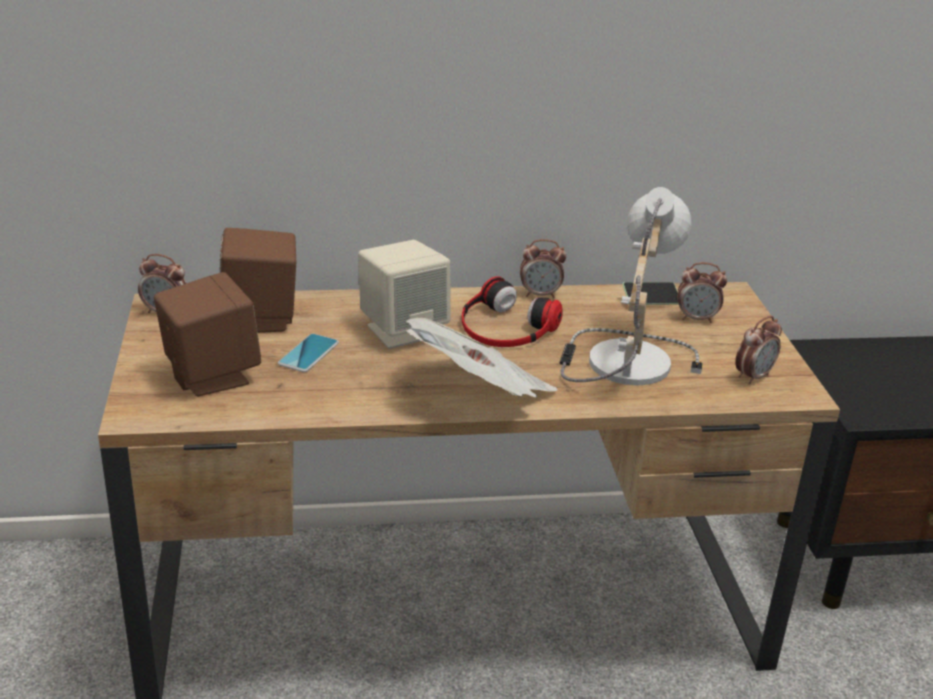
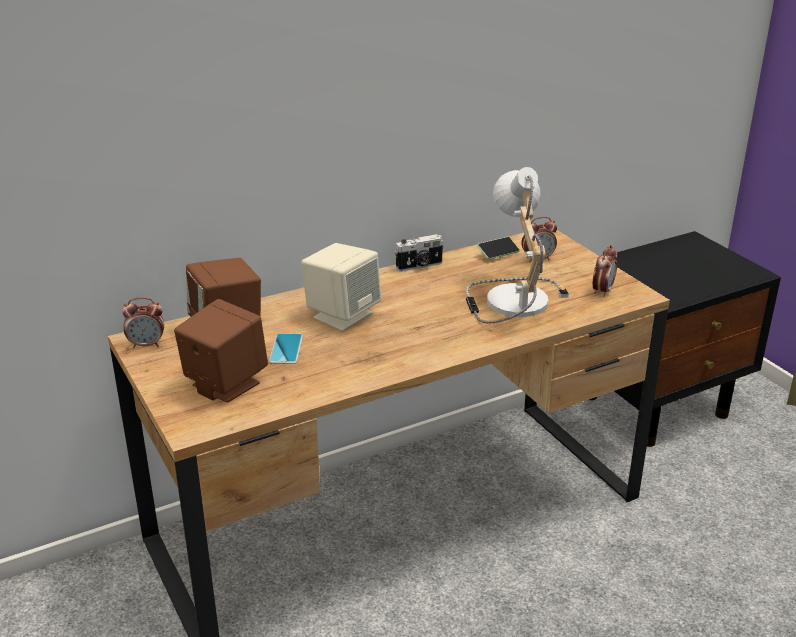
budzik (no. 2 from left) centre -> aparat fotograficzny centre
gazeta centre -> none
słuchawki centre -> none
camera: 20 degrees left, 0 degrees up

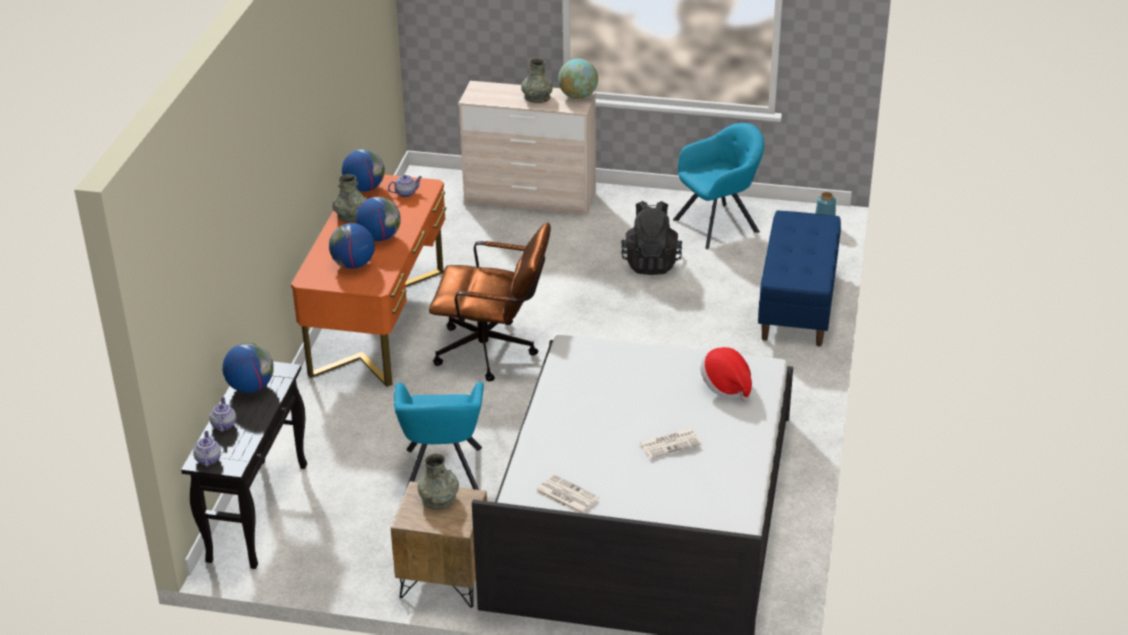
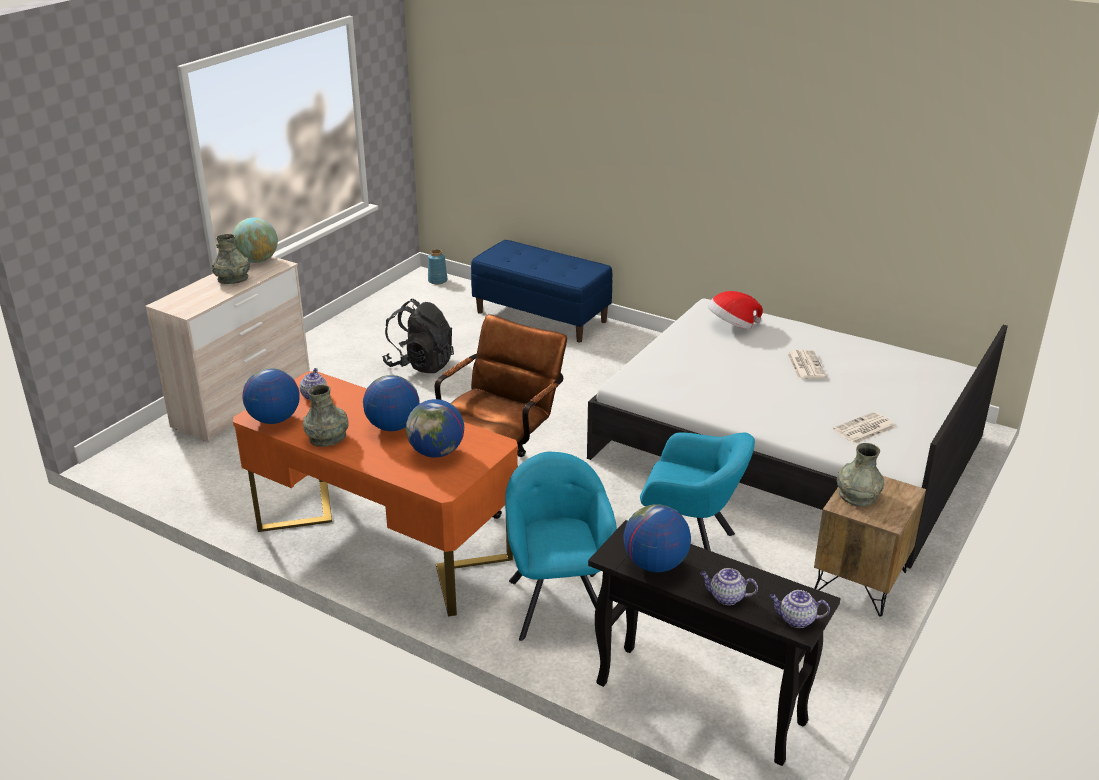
fotel/turkusowy (no. 2 from left in the first image) top centre -> fotel/turkusowy (no. 1 from left) bottom centre, relocated
camera: 70 degrees left, 5 degrees down

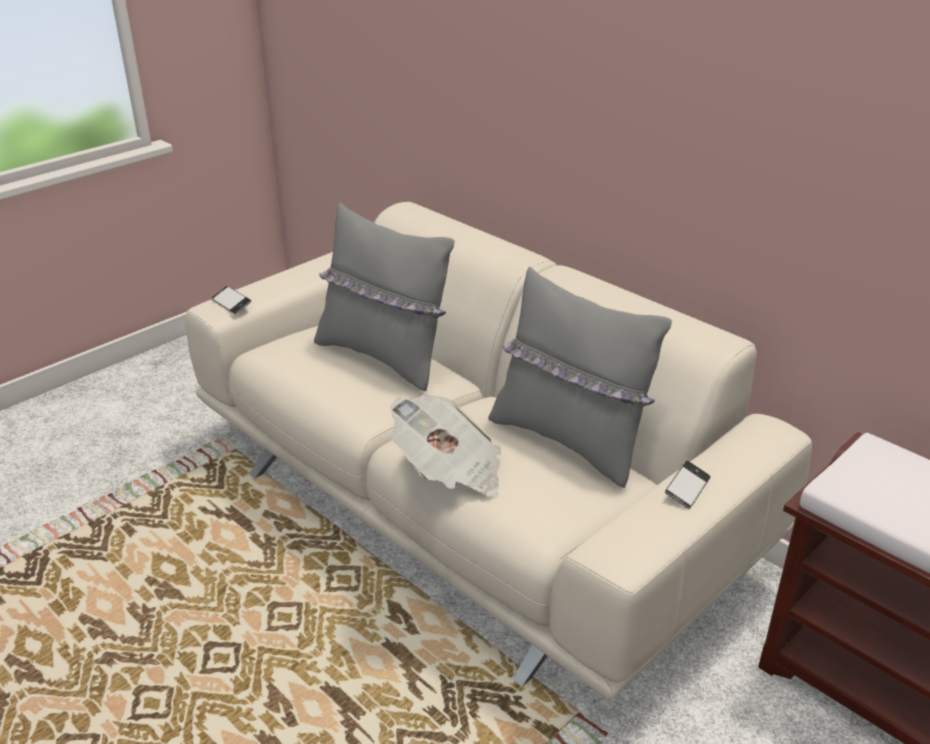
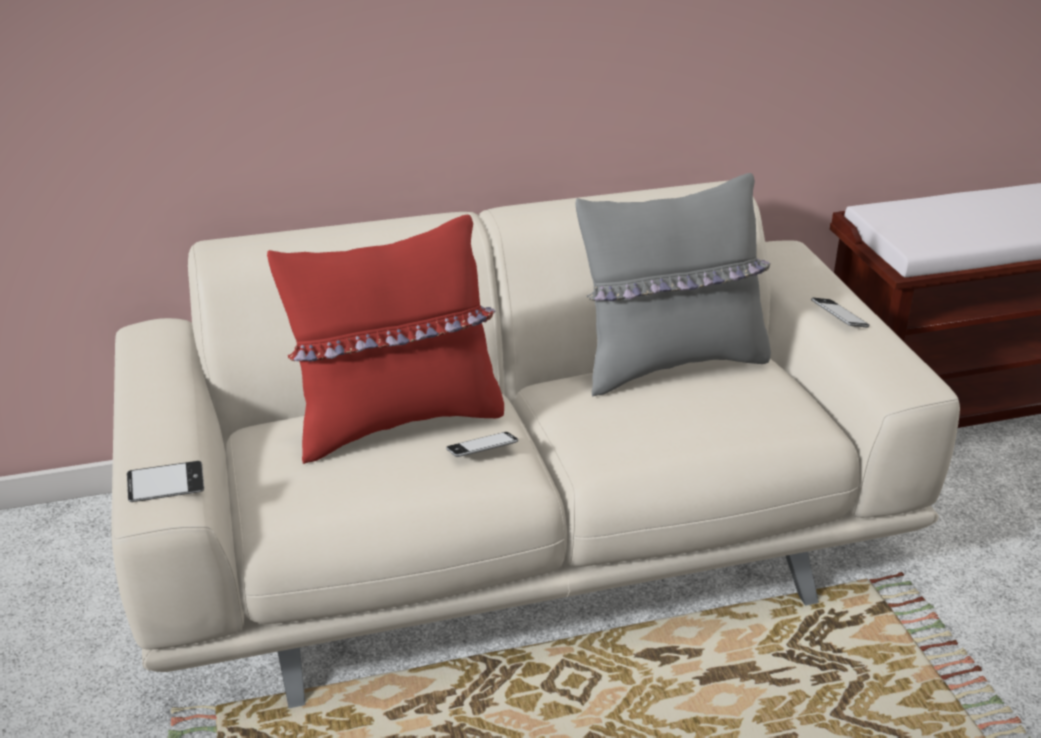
poduszka/szary (no. 1 from left) centre -> poduszka/czerwony centre
none -> telefon (no. 2 from left) centre
gazeta centre -> none
camera: 60 degrees left, 0 degrees up

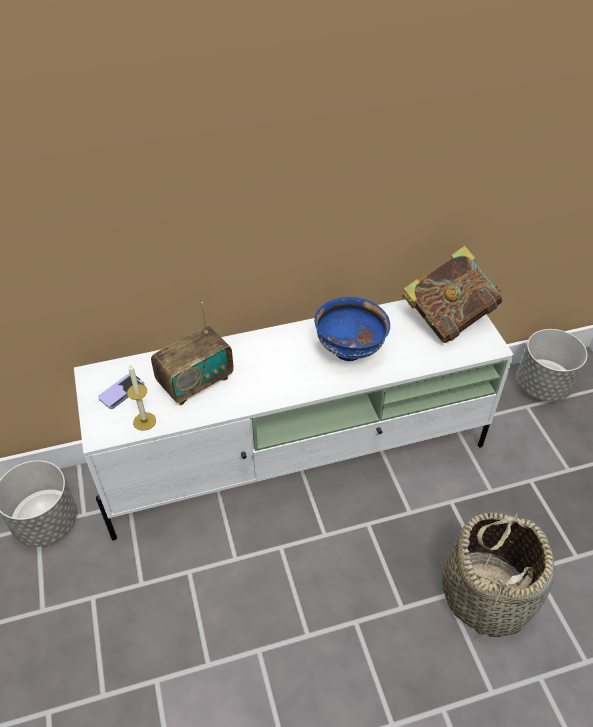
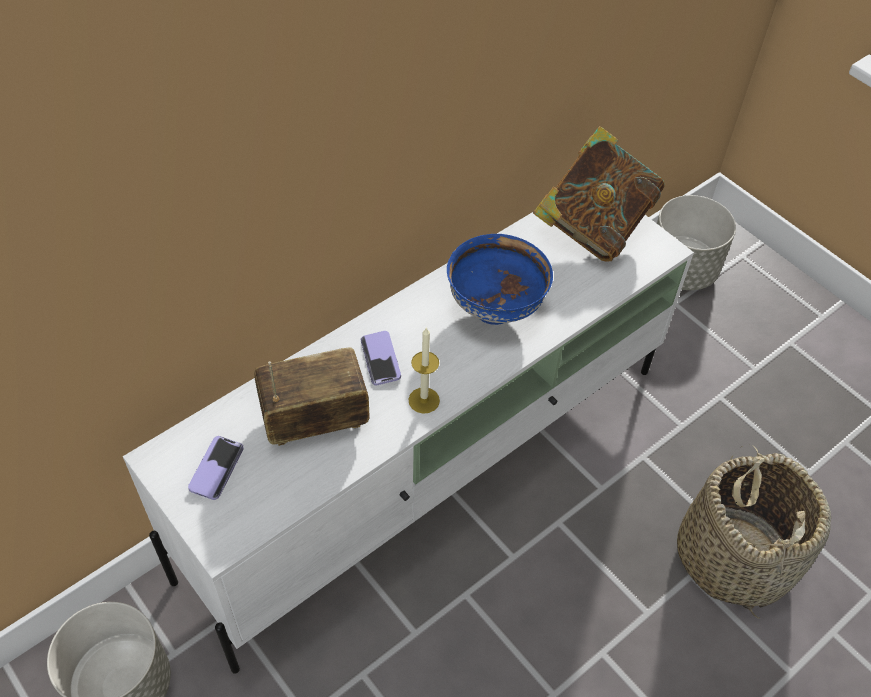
radio middle left -> radio centre, 135 degrees counterclockwise
none -> telefon (no. 2 from left) centre
świeca middle left -> świeca centre, relocated
camera: 25 degrees left, 5 degrees up

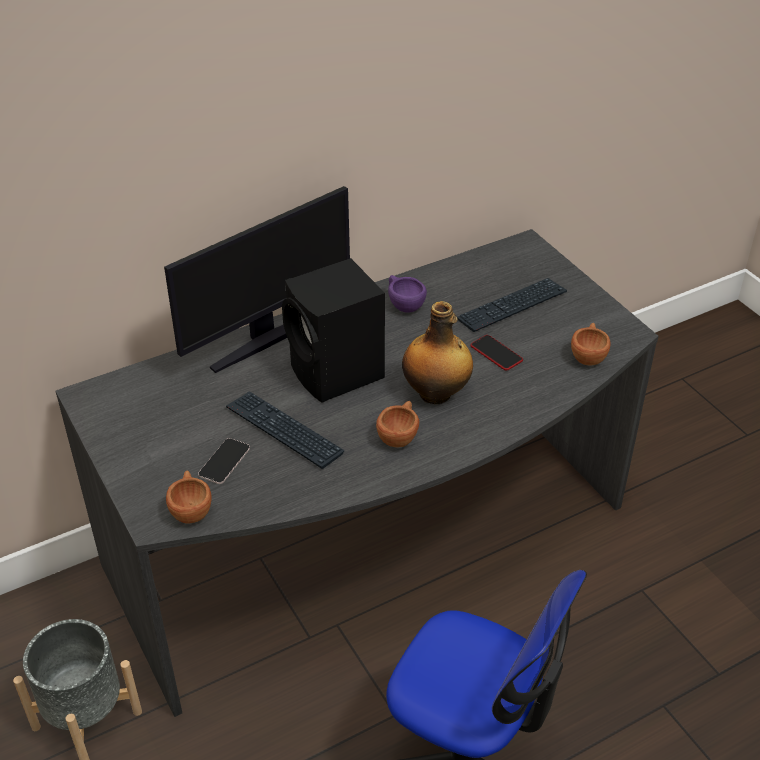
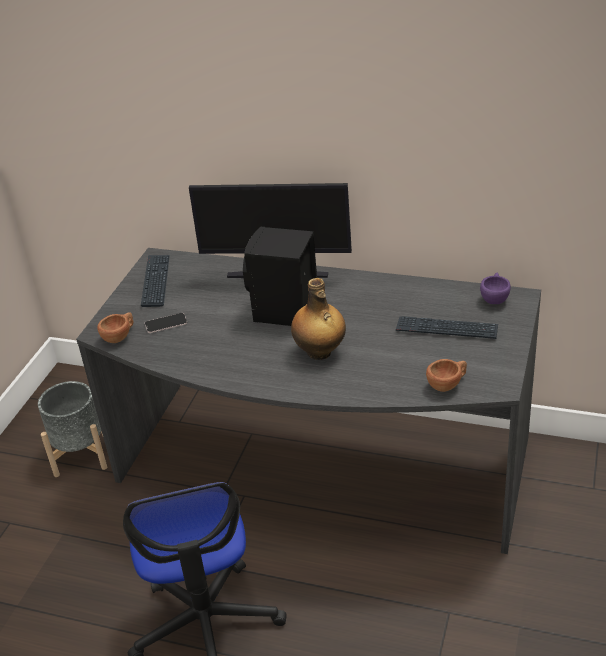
klawiatura (no. 1 from left) centre -> klawiatura (no. 1 from left) middle left, relocated
filiżanka/fioletowy centre -> filiżanka/fioletowy middle right, relocated
filiżanka/brązowy (no. 2 from left) centre -> none
telefon (no. 2 from left) centre -> none
camera: 50 degrees right, 5 degrees down

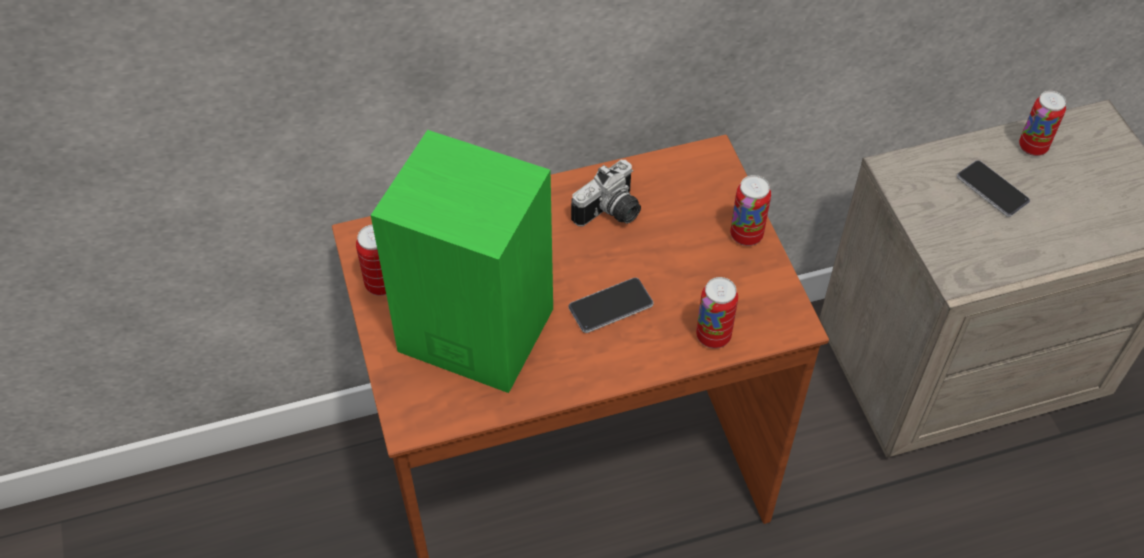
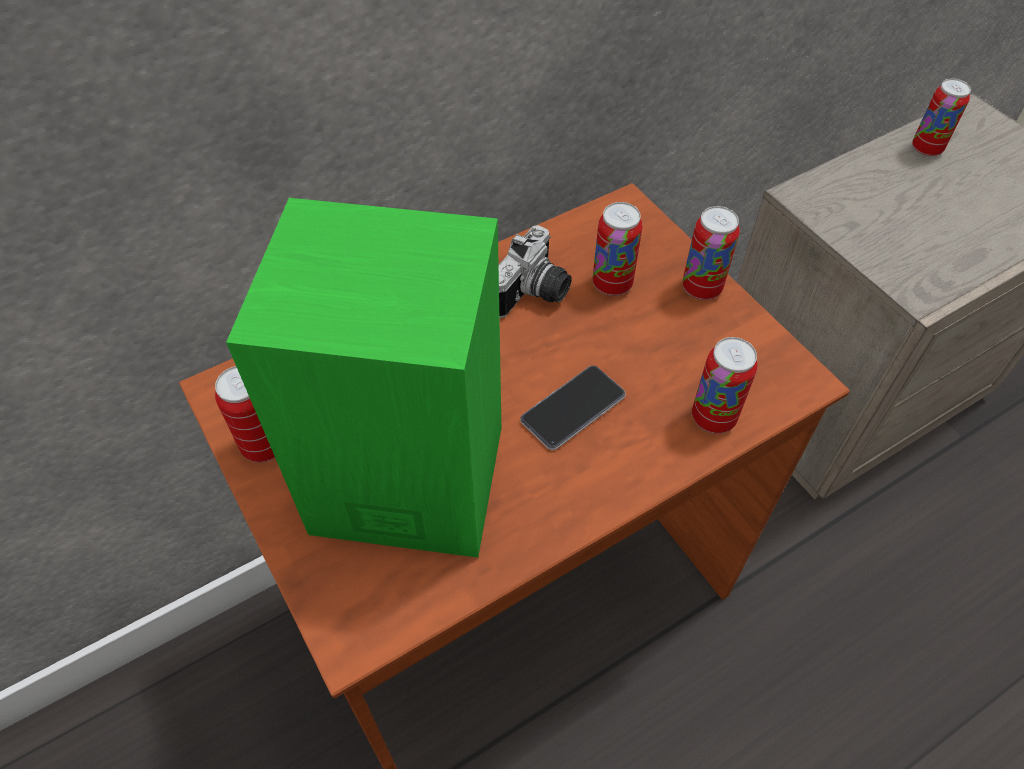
none -> puszka (no. 2 from left) top centre
telefon (no. 2 from left) middle right -> none
camera: 15 degrees left, 0 degrees up

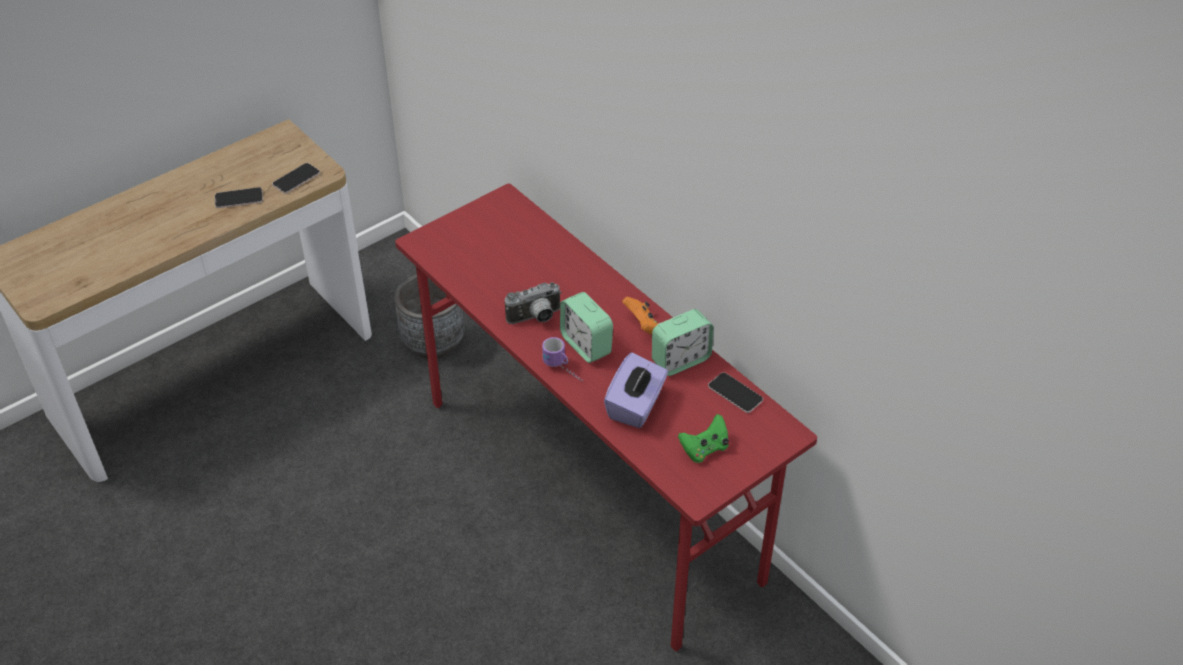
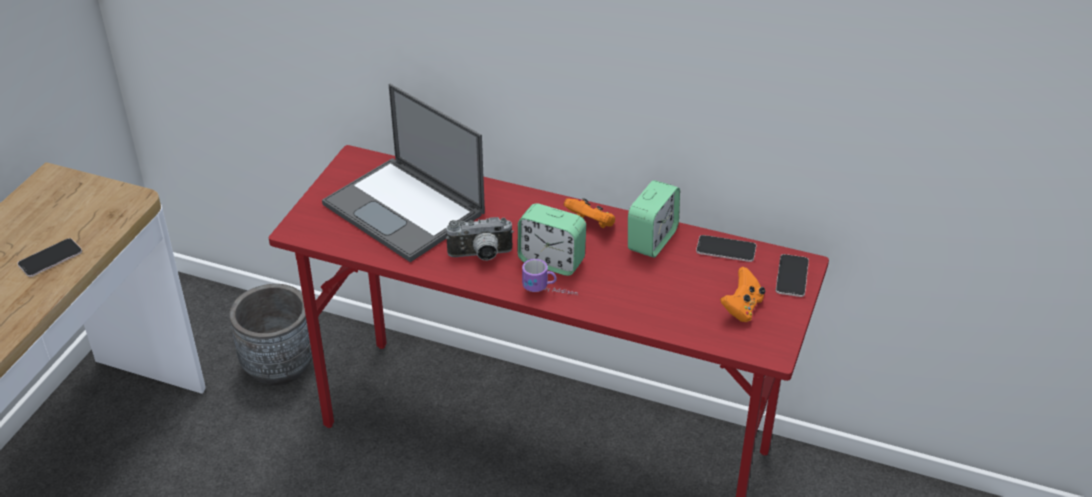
none -> laptop centre
aparat fotograficzny centre, 45 degrees clockwise
pad do gier/zielony centre -> pad do gier/pomarańczowy (no. 2 from left) middle right
telefon (no. 2 from left in the first image) top left -> telefon (no. 3 from left) middle right, relocated
pudełko chusteczek/fioletowy centre -> none
camera: 30 degrees left, 5 degrees down

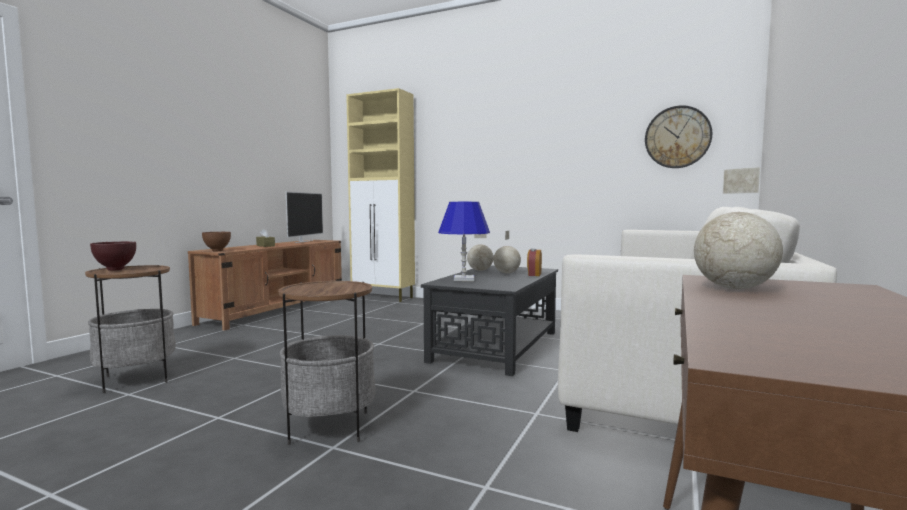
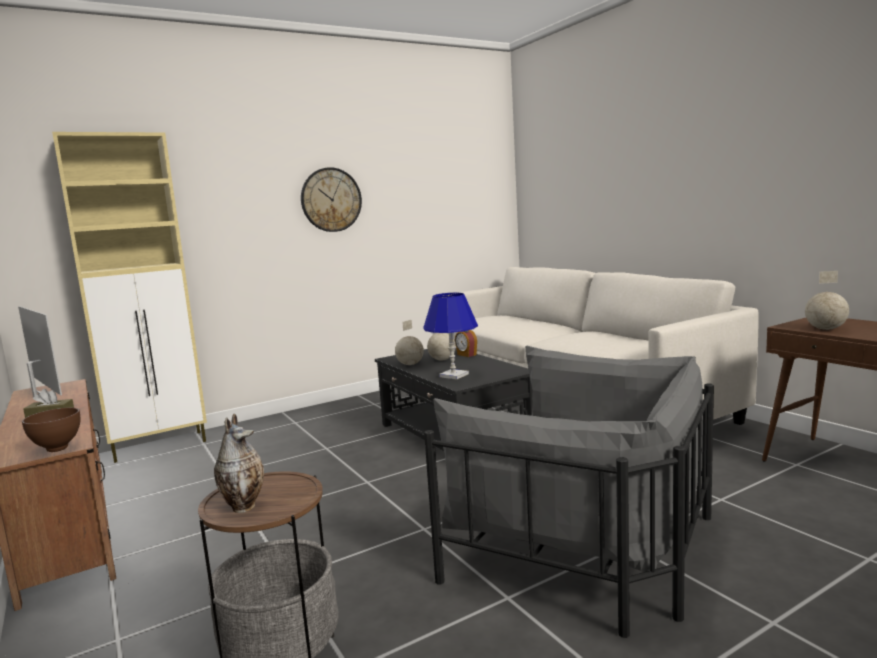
miska/brązowy (no. 1 from left) middle left -> wazon bottom left
zegar ścienny top right -> zegar ścienny top centre, relocated
stolik (no. 2 from left) bottom centre -> fotel/szary bottom centre
camera: 55 degrees left, 5 degrees up

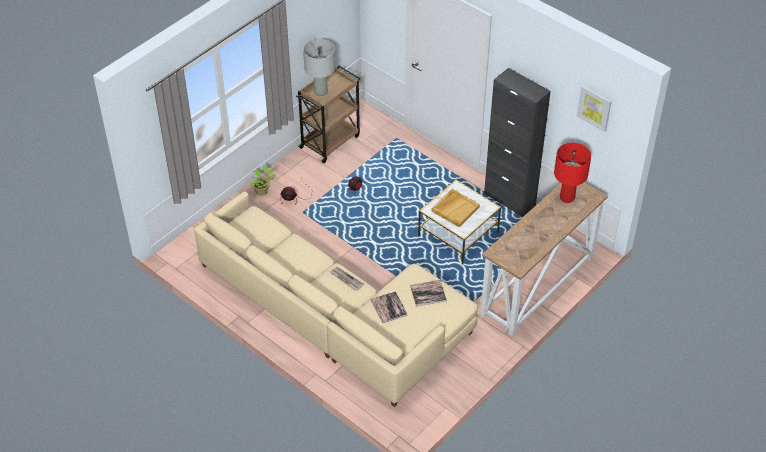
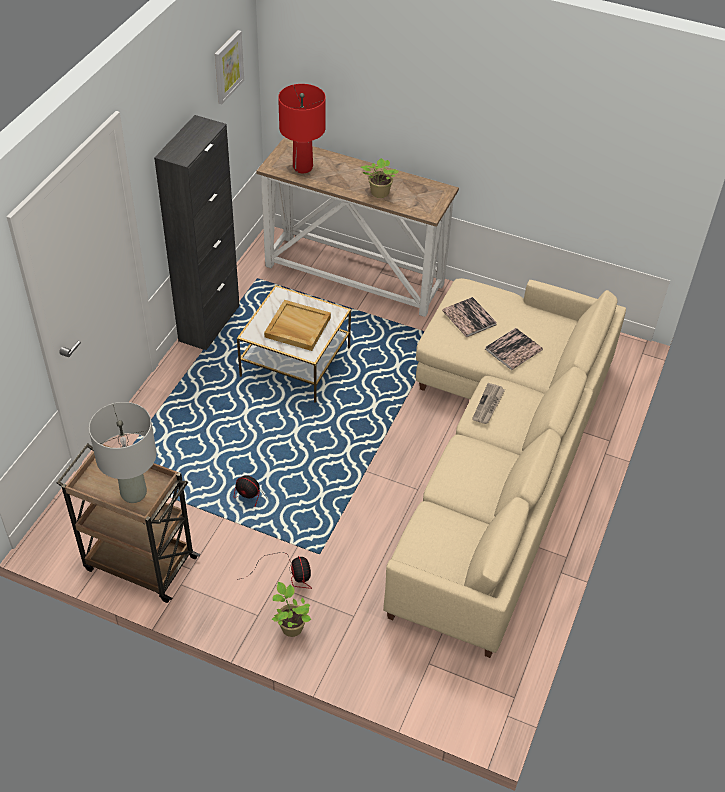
none -> roślina doniczkowa (no. 2 from left) top centre
camera: 110 degrees left, 0 degrees up

